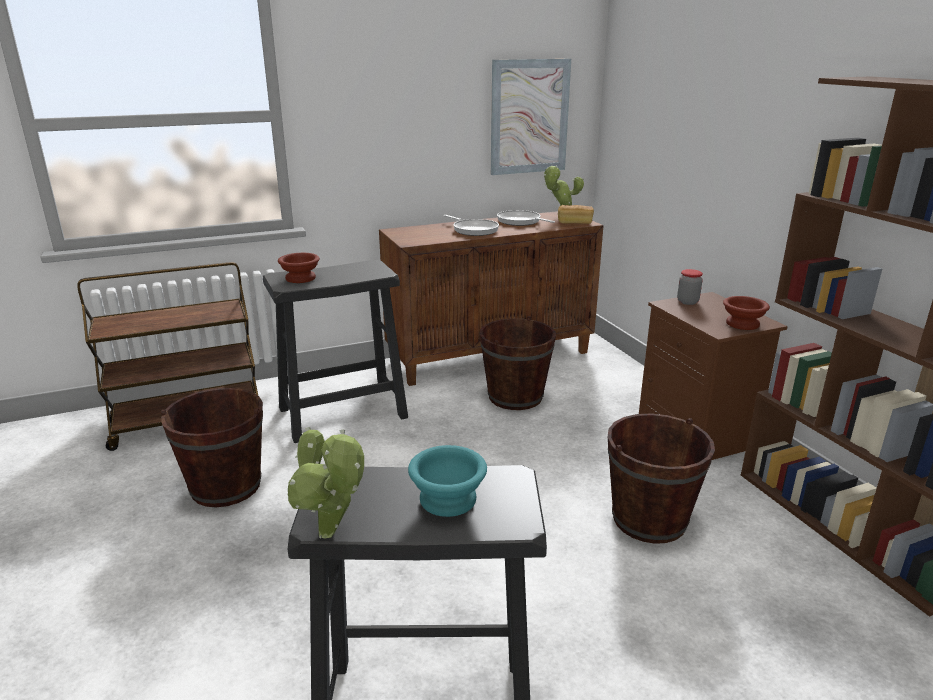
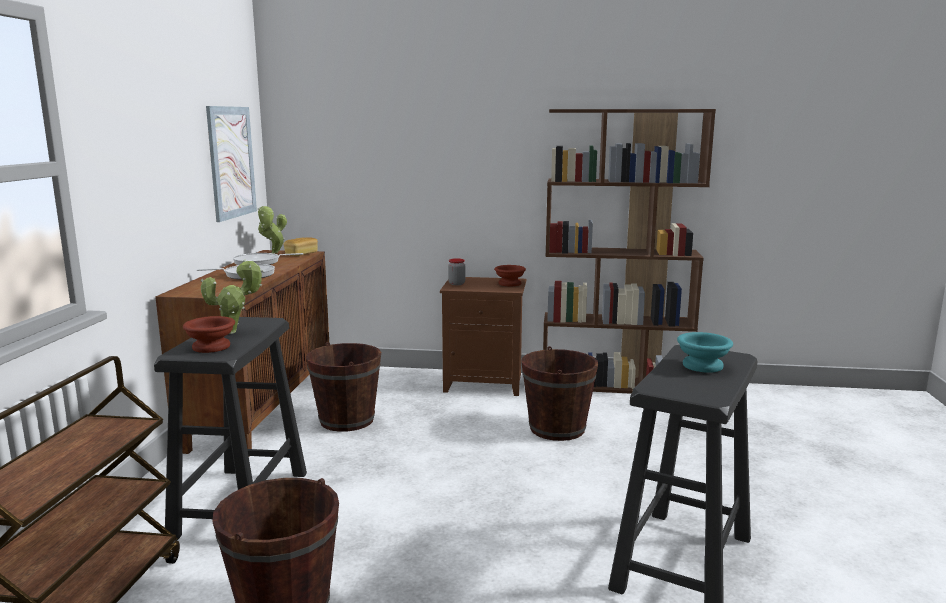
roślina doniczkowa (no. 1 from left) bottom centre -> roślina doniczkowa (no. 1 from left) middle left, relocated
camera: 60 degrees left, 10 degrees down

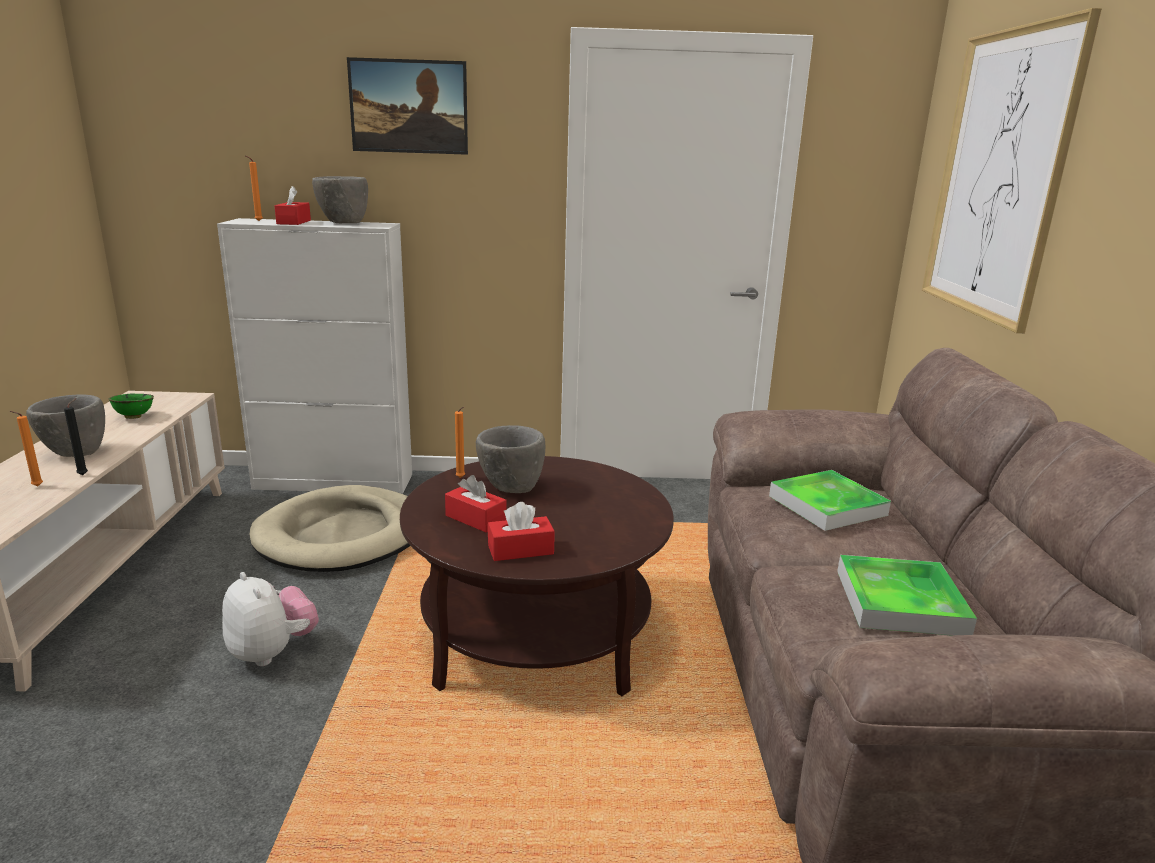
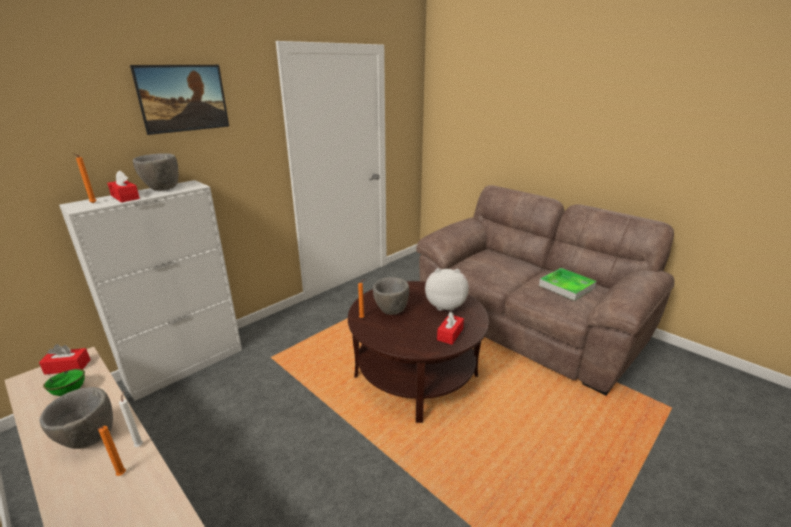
pudełko chusteczek/czerwony (no. 2 from left in the first image) centre -> pudełko chusteczek/czerwony (no. 1 from left) bottom left, relocated
świeca/czarny middle left -> świeca/biały bottom left
pluszak bottom left -> pluszak centre, relocated
legowisko/beżowy middle left -> none
taca (no. 1 from left) middle right -> none
obraz (no. 2 from left) top right -> none
camera: 45 degrees left, 5 degrees up

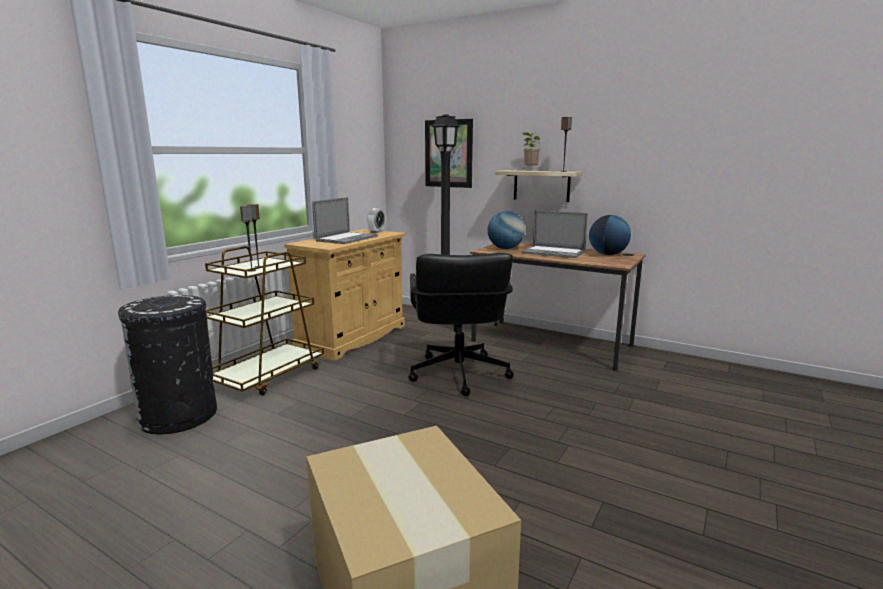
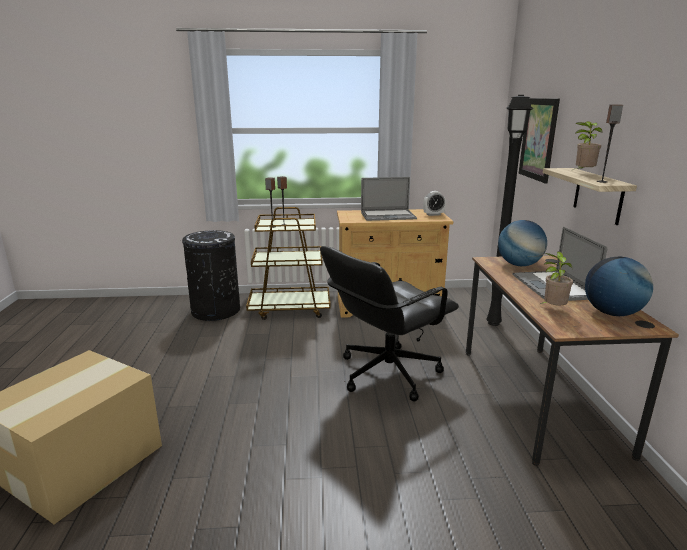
none -> roślina doniczkowa (no. 1 from left) middle right
camera: 55 degrees right, 5 degrees up

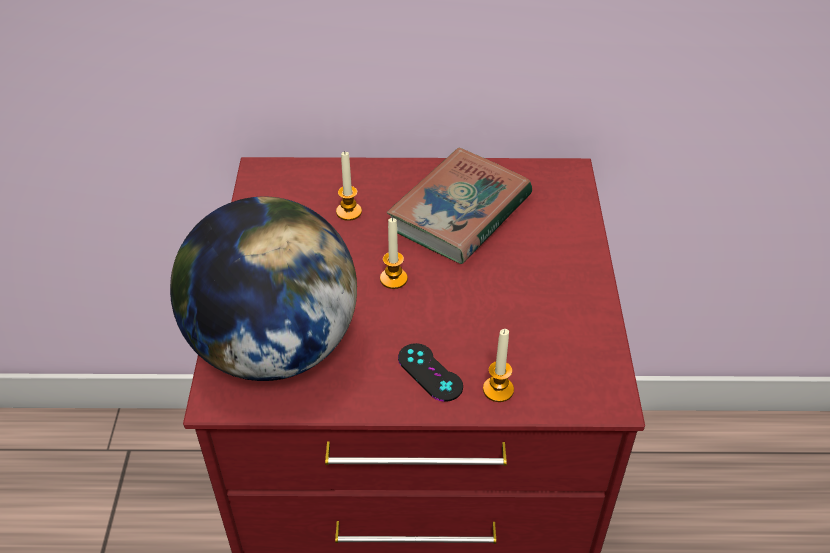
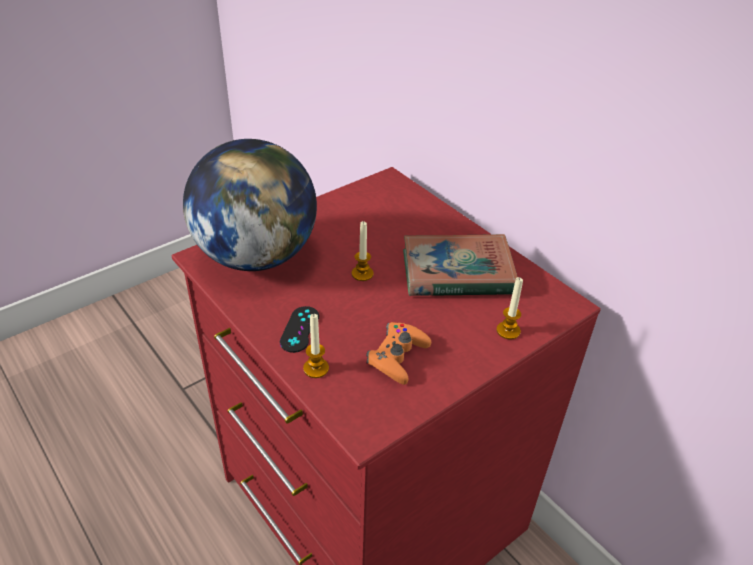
none -> pad do gier/pomarańczowy centre
świeca (no. 1 from left in the first image) centre -> świeca (no. 3 from left) middle right, relocated
camera: 50 degrees right, 5 degrees down

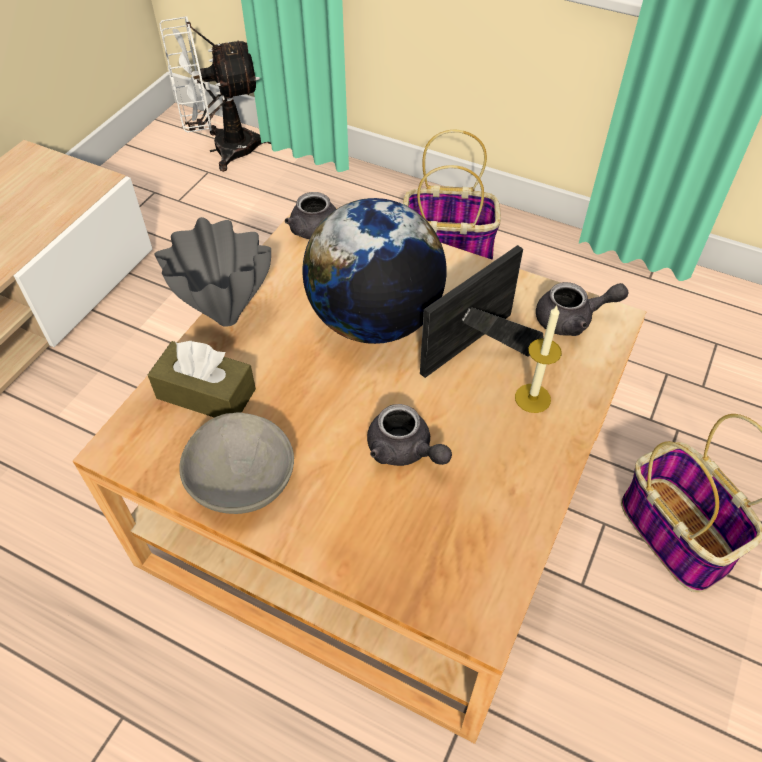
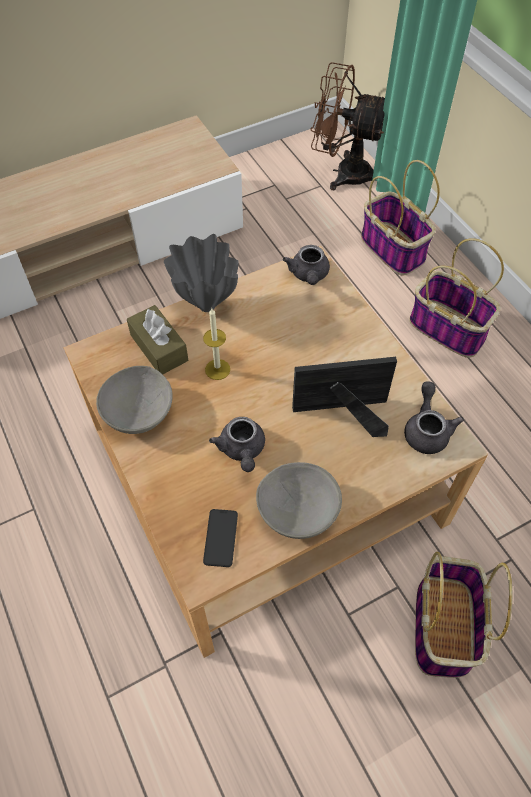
świeca middle right -> świeca centre, relocated
none -> telefon bottom centre
none -> miska/szary (no. 2 from left) centre
wentylator/biały top left -> wentylator/brązowy top centre
none -> koszyk (no. 1 from left) top right
imbryk/szary (no. 3 from left) middle right, 120 degrees counterclockwise
globus centre -> none
camera: 35 degrees right, 5 degrees up

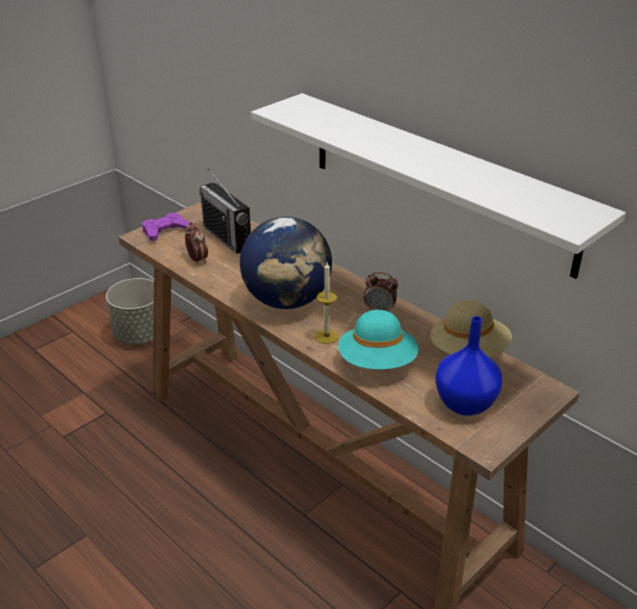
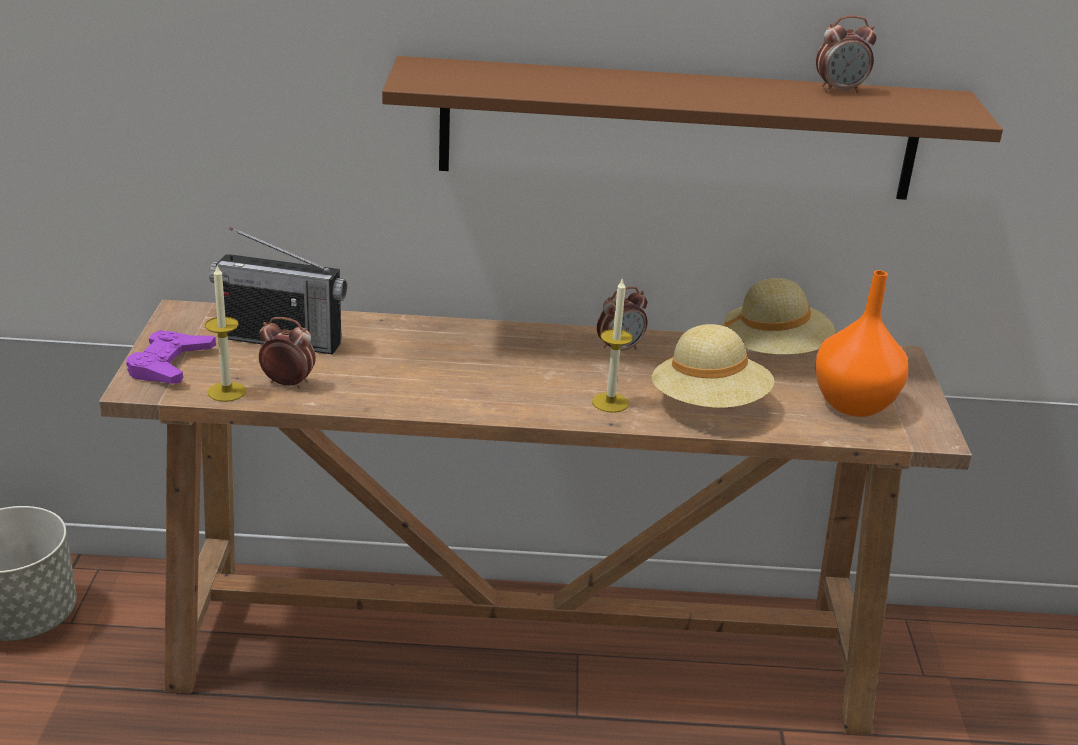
none -> świeca (no. 1 from left) middle left
półka/biały top right -> półka/brązowy top centre
kapelusz/turkusowy centre -> kapelusz/beżowy (no. 1 from left) centre
wazon/niebieski middle right -> wazon/pomarańczowy middle right
none -> budzik (no. 3 from left) top right
globus centre -> none
camera: 45 degrees left, 5 degrees down

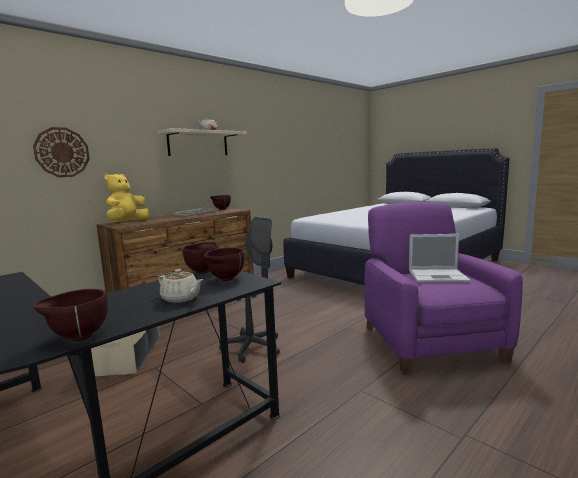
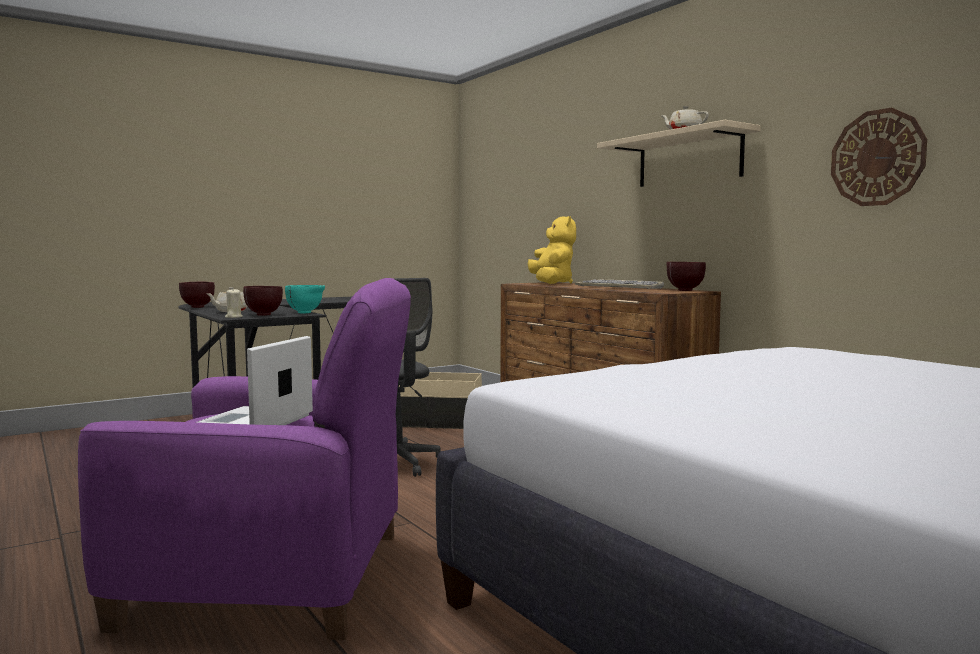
none -> świeca/beżowy middle left
miska/brązowy (no. 2 from left) centre -> miska/turkusowy middle left
pluszak/żółty middle left -> pluszak/żółty centre, 45 degrees clockwise
zegar ścienny top left -> zegar ścienny top right, relocated
camera: 100 degrees right, 5 degrees down

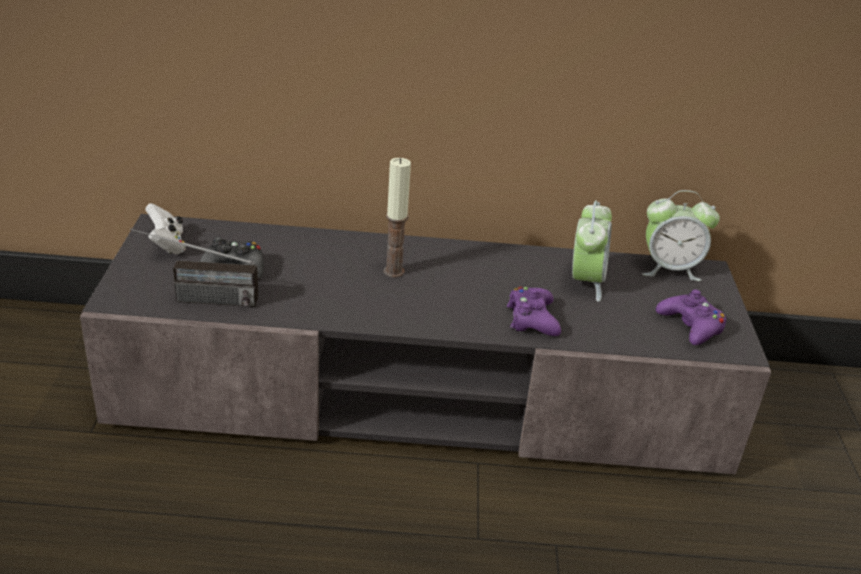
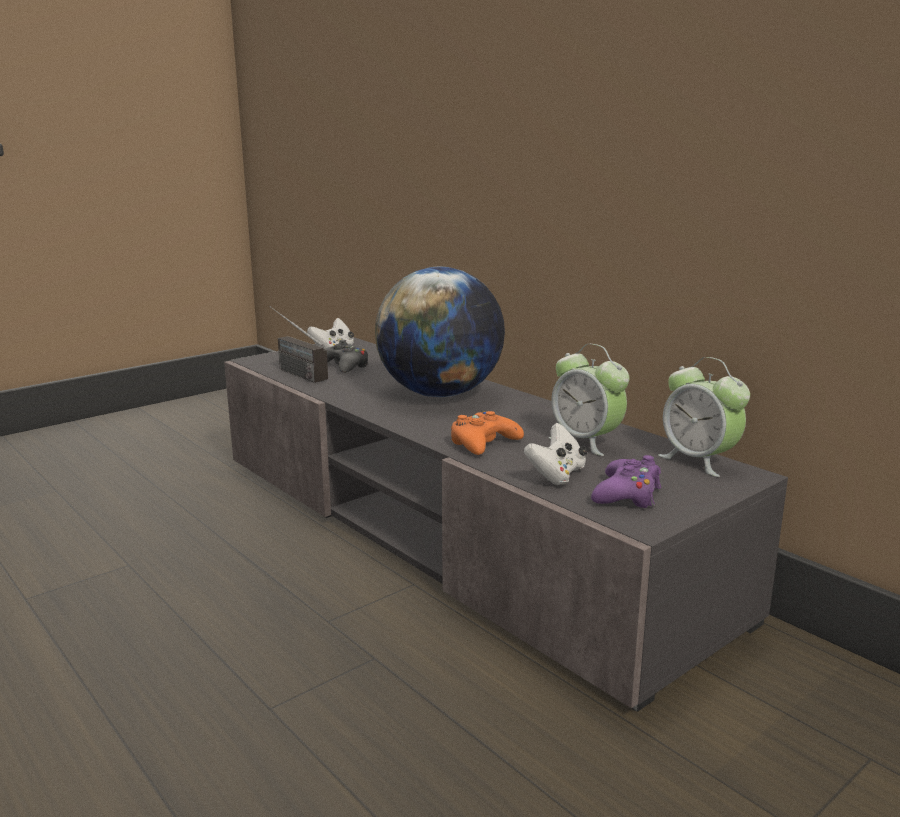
świeca centre -> globus centre
pad do gier/fioletowy (no. 1 from left) centre -> pad do gier/pomarańczowy centre
none -> pad do gier/biały (no. 2 from left) centre
budzik (no. 1 from left) middle right -> budzik (no. 1 from left) centre, 75 degrees clockwise
camera: 50 degrees right, 15 degrees down

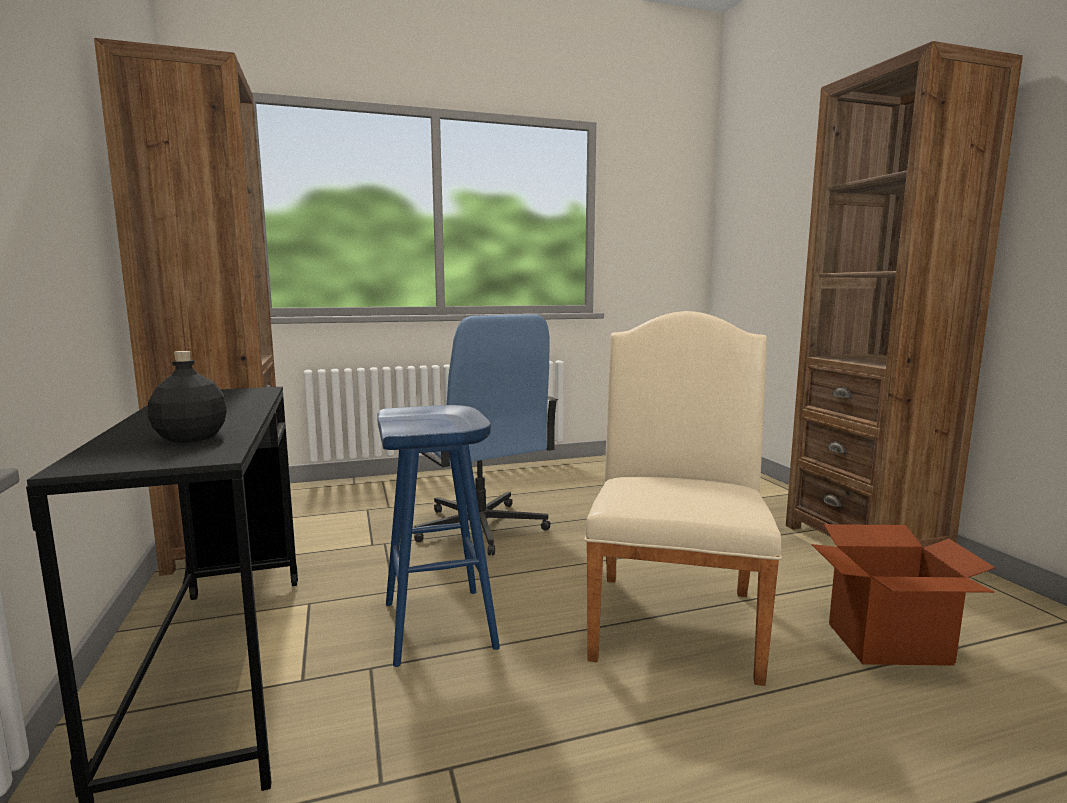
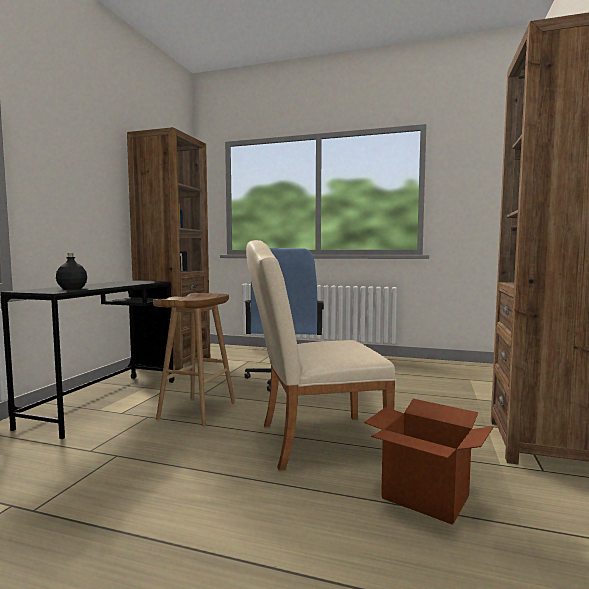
stołek/niebieski bottom centre -> stołek/brązowy middle left
krzesło/beżowy centre, 150 degrees counterclockwise
camera: 35 degrees right, 5 degrees down

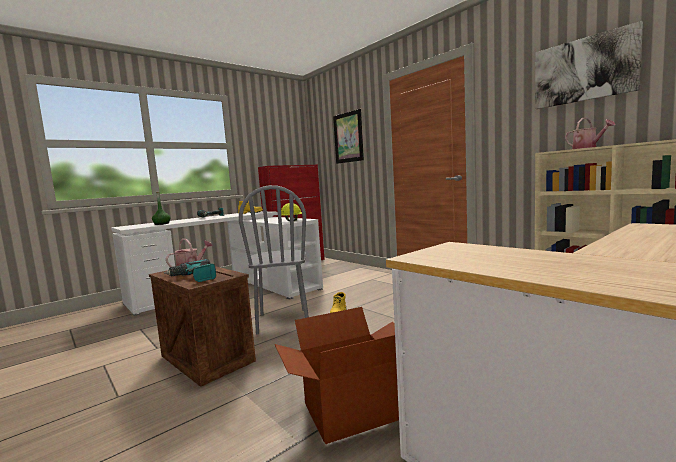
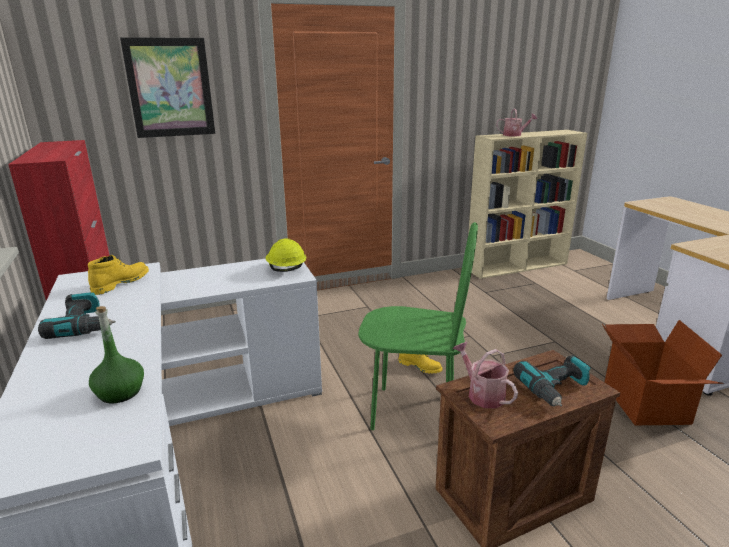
krzesło/szary centre -> krzesło/zielony centre
obraz (no. 2 from left) top right -> none
camera: 70 degrees left, 15 degrees up

